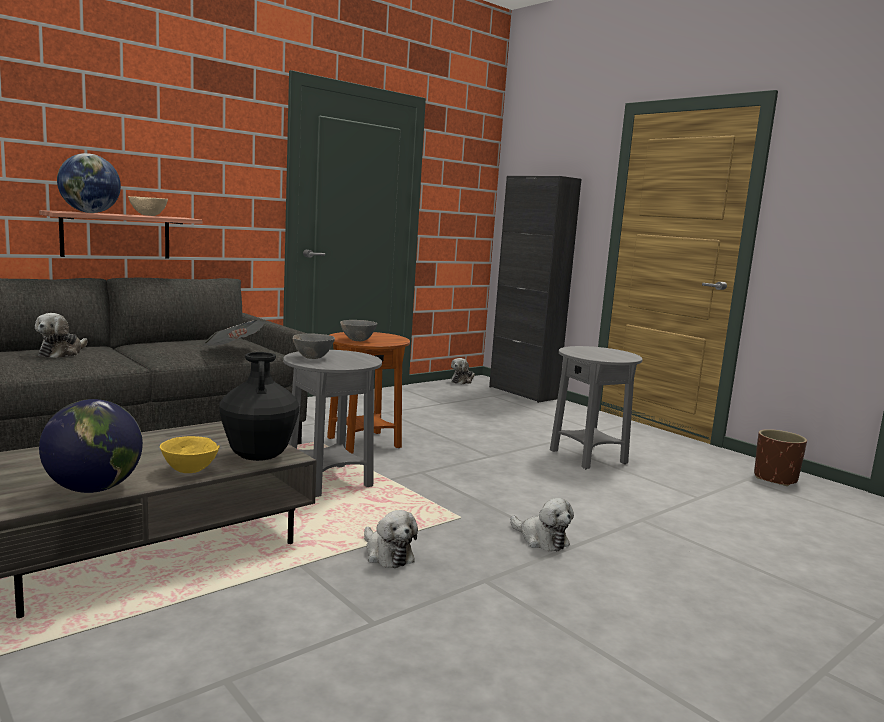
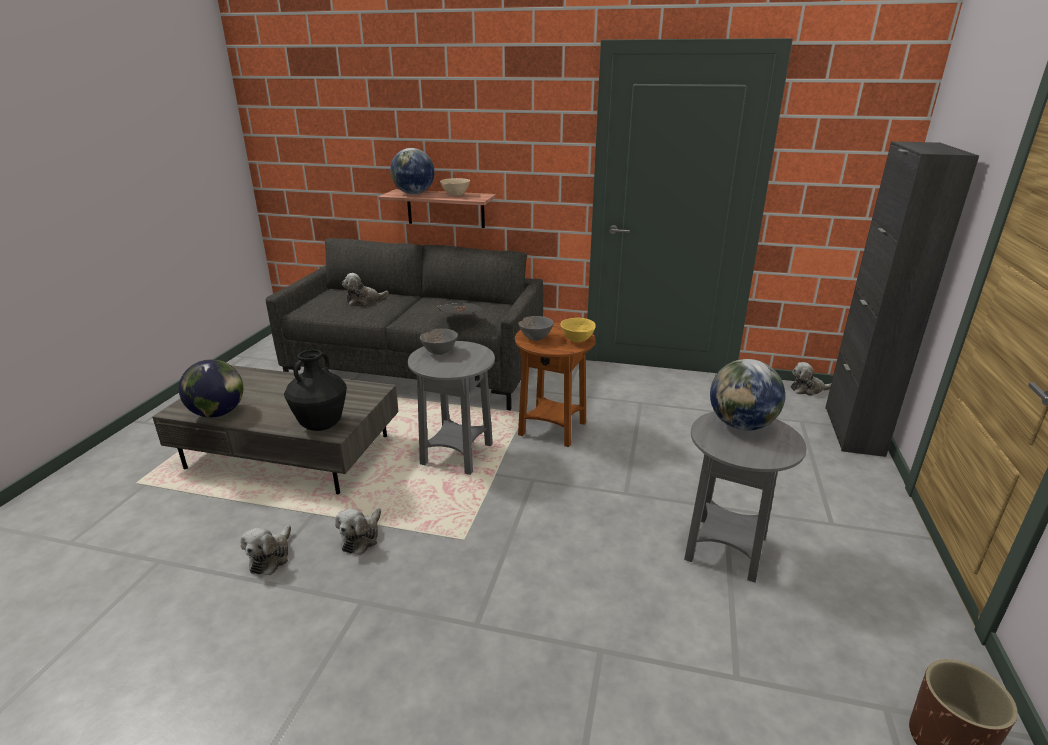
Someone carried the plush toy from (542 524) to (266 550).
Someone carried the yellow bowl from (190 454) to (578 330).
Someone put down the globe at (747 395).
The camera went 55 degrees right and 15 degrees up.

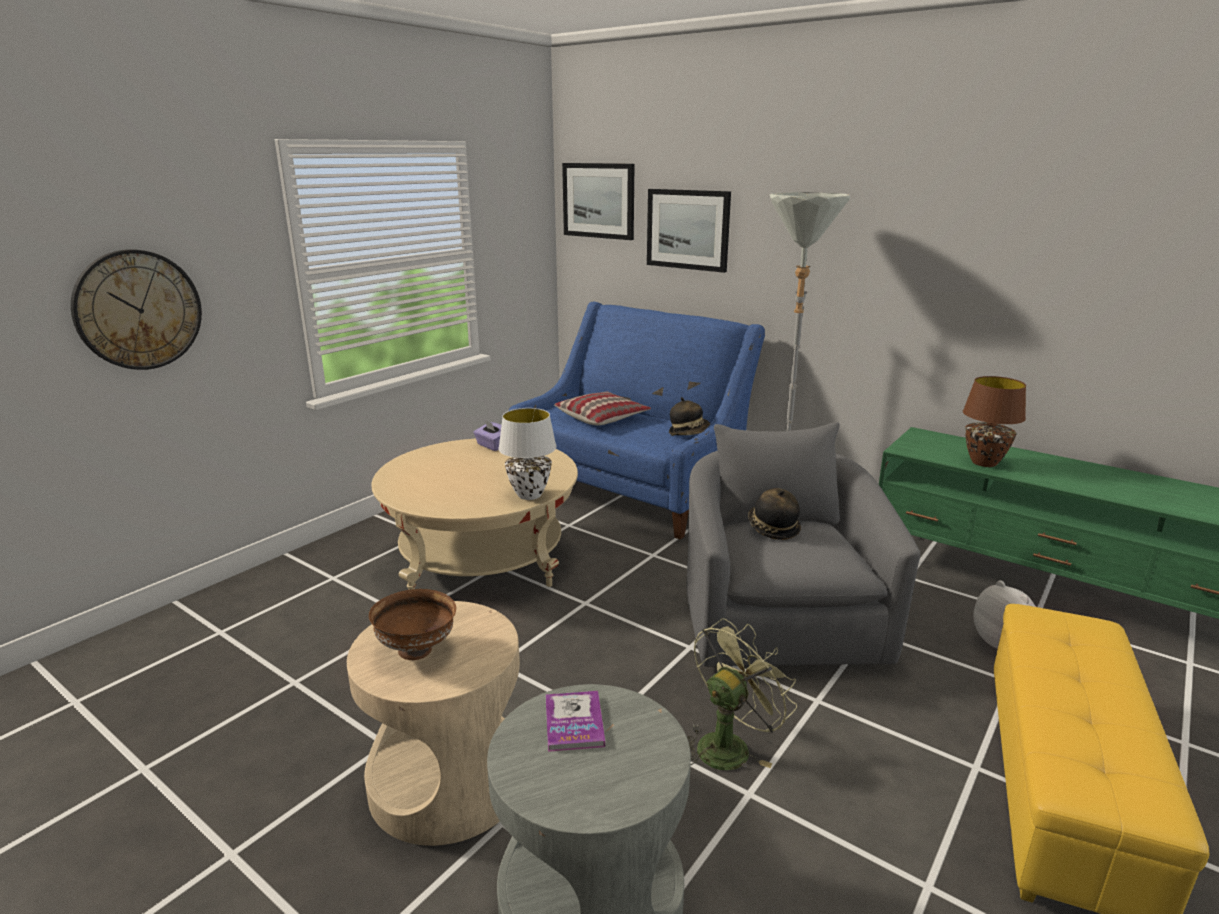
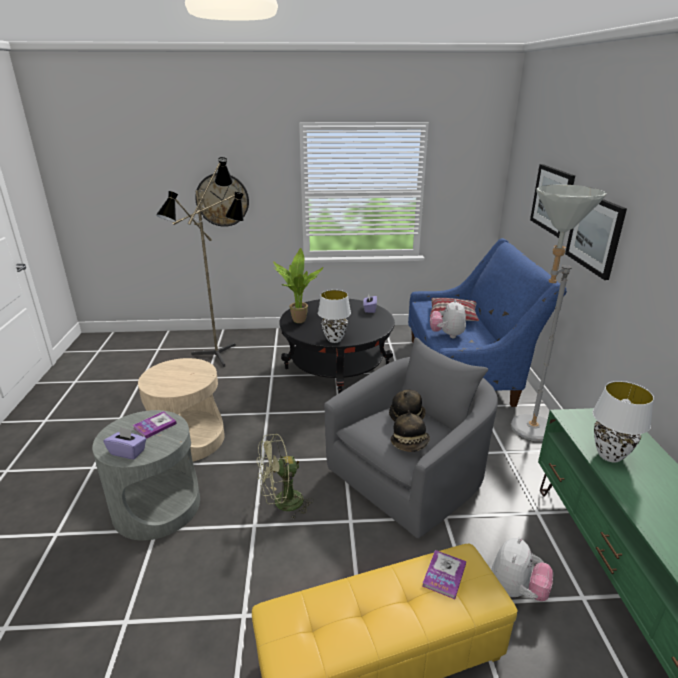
Someone put down the purple tissue box at (125 443).
Someone put down the floor lamp at (200 262).
Someone rotated the green fan at (742 694) by 150 degrees clockwise.
Someone put down the potted plant at (298 285).
Someone repainted the beige coffee table at (474 514), which became the black coffee table at (337 346).
Someone carried the hat from (689 416) to (410 431).
Someone put down the book at (444 574).
Someone put down the plush toy at (448 318).
Someone carried the picture from (598 201) to (596 239).
Someone repainted the brown table lamp at (994 421), which became the white table lamp at (623 422).
Someone took away the brown bowl at (412 624).
The camera went 50 degrees right and 5 degrees up.

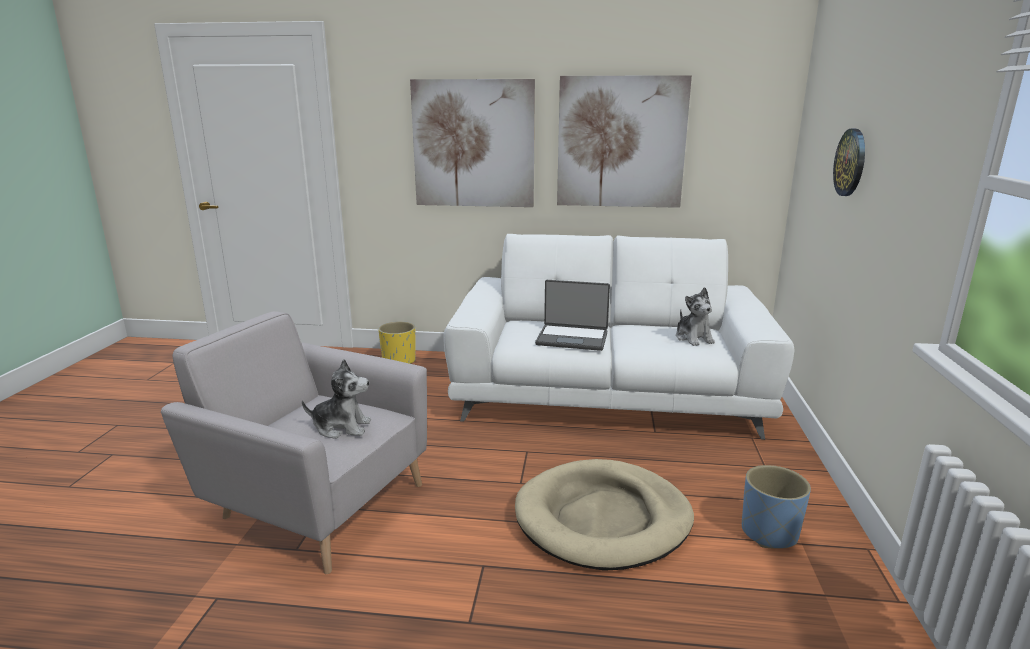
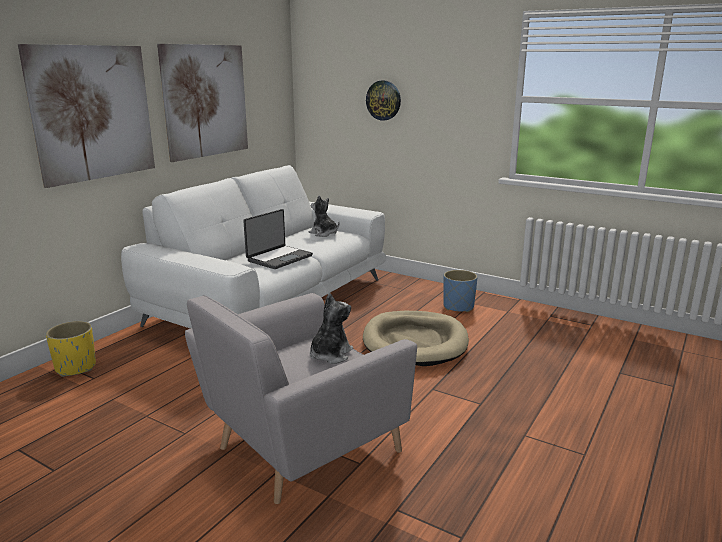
Someone rotated the plush toy at (695 316) by 150 degrees counterclockwise.
The camera went 65 degrees left and 0 degrees up.

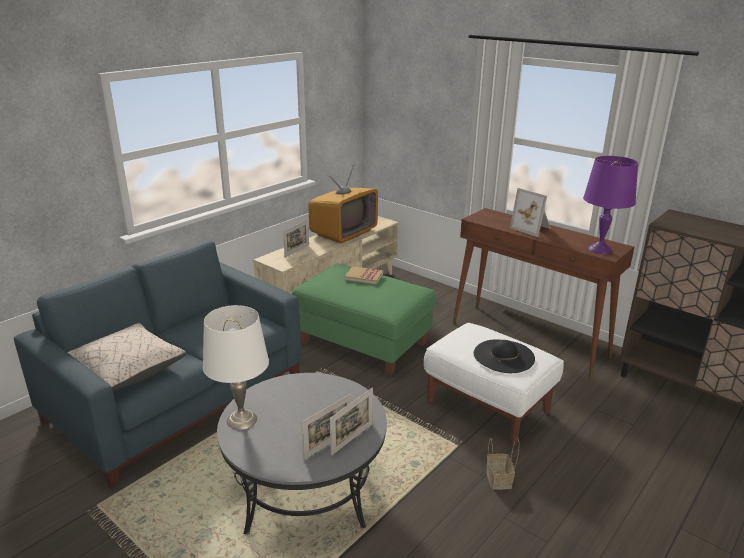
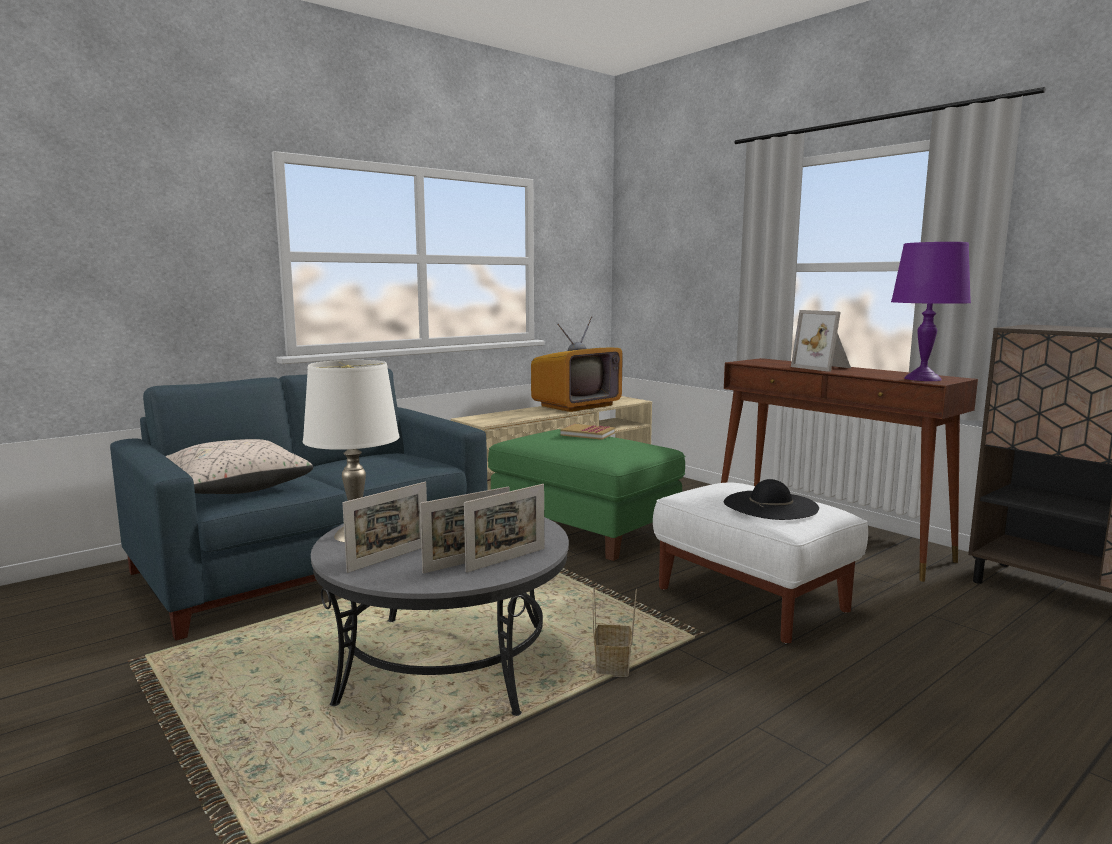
Someone carried the picture frame from (296 239) to (385 527).
Someone carried the basket from (502 463) to (615 632).
The camera went 10 degrees right and 15 degrees down.

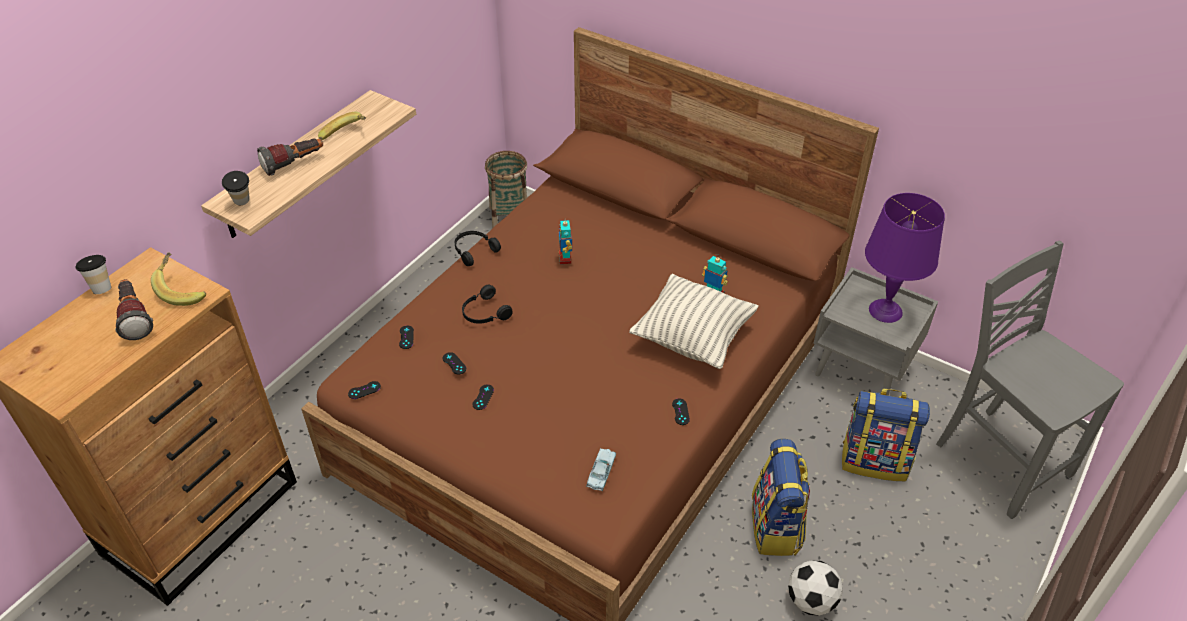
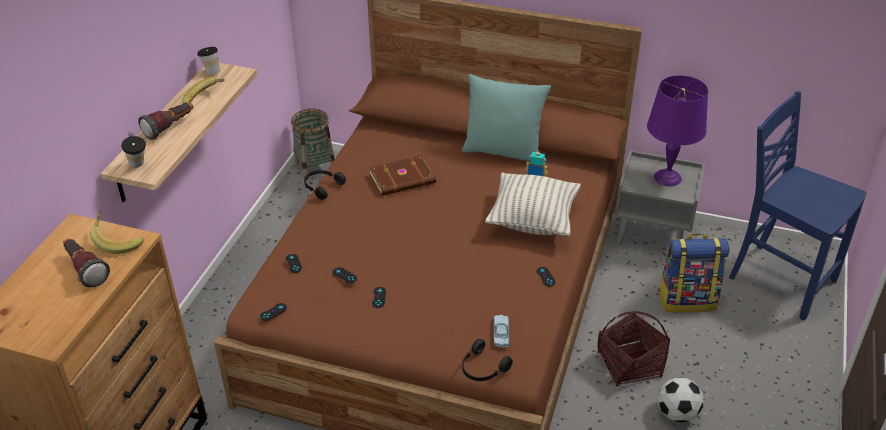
Someone carried the cup from (93 274) to (208 61).
Someone swapped the toy robot at (565 242) for the brown book at (402 175).
Someone put down the turquoise pillow at (506 117).
Someone carried the black headphones from (487 304) to (487 360).
Someone swapped the backpack at (781 497) for the basket at (634 349).
Someone repainted the grey chair at (1030 380), which became the blue chair at (798 206).
The camera went 15 degrees left and 5 degrees down.

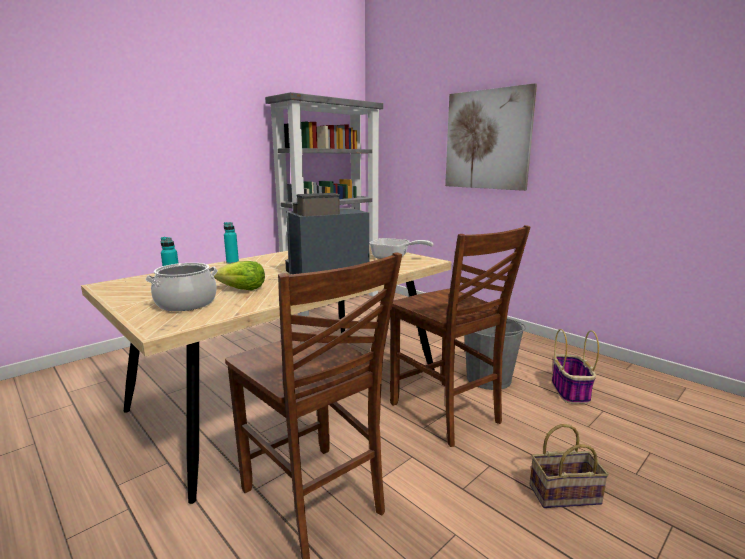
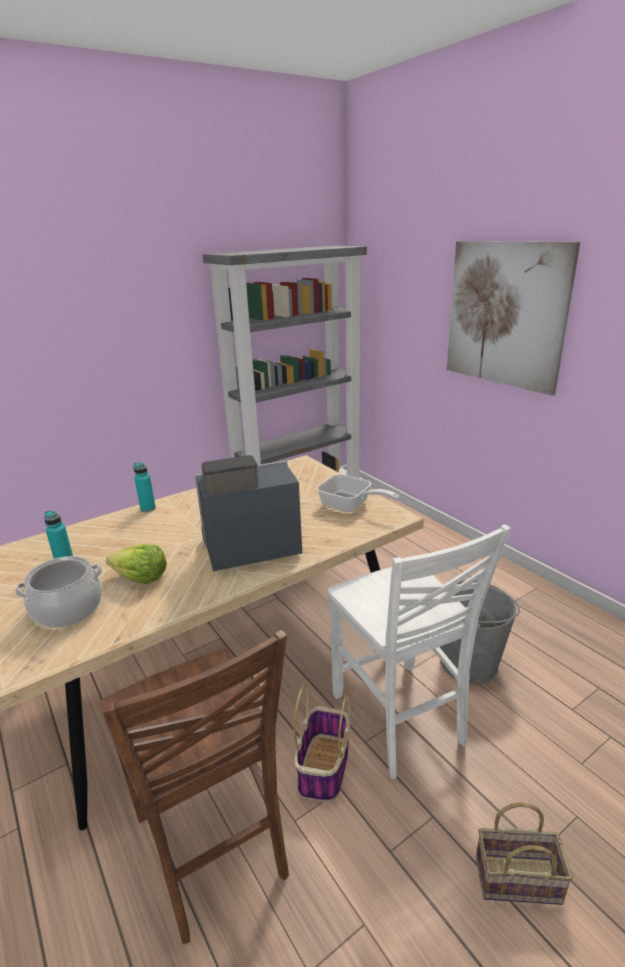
Someone carried the basket from (575 366) to (321 743).
Someone repainted the brown chair at (460 336), which became the white chair at (419 652).
The camera went 10 degrees right and 10 degrees up.

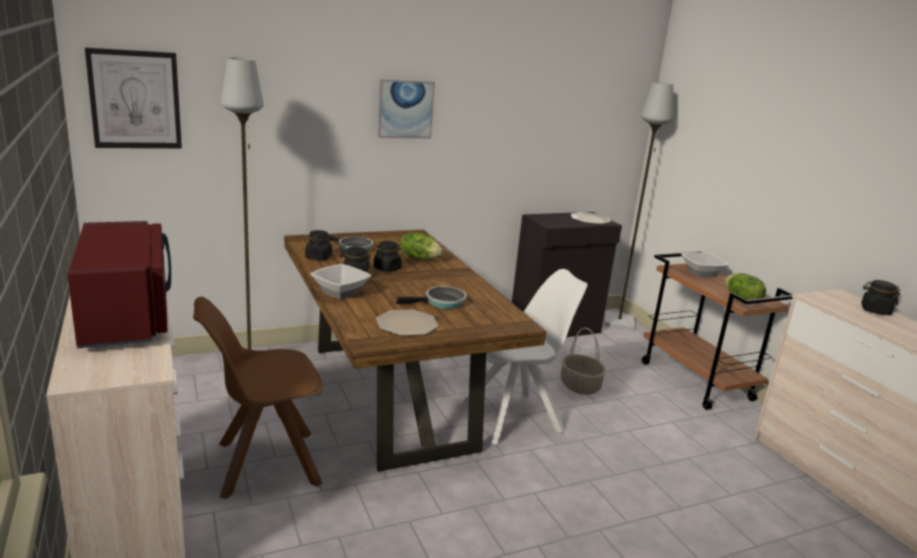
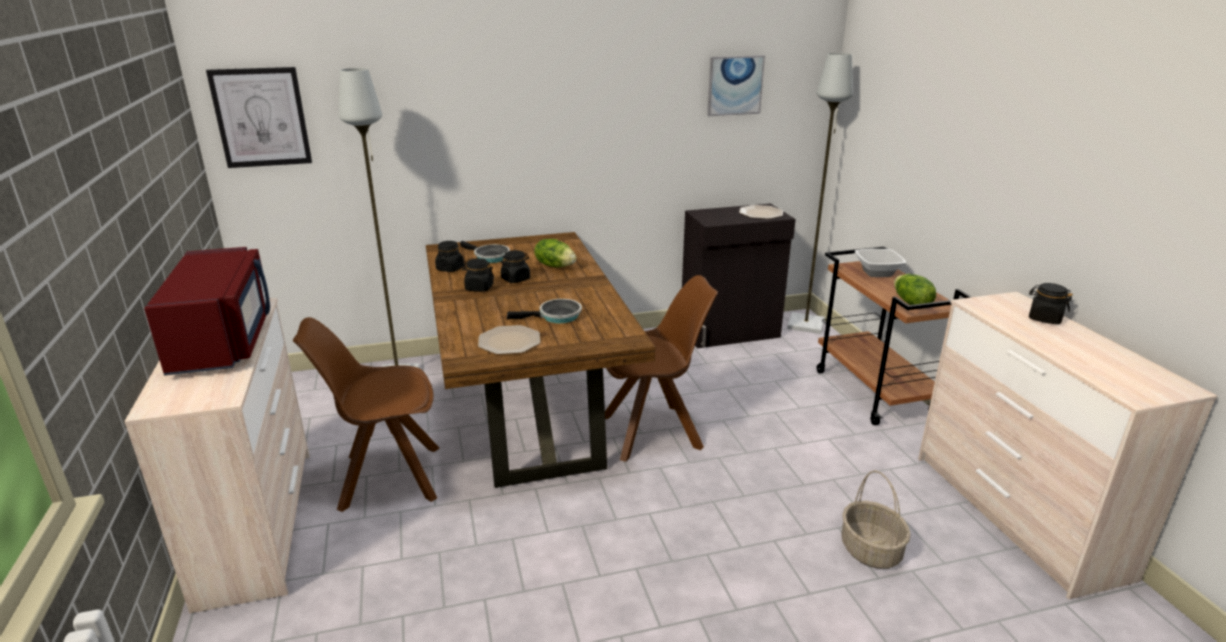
Someone repainted the white chair at (524 357), which became the brown chair at (661 368).
Someone carried the picture from (406 108) to (736 85).
Someone carried the basket from (583 361) to (876 519).
Someone took away the bowl at (341 281).
The camera went 10 degrees right and 5 degrees up.

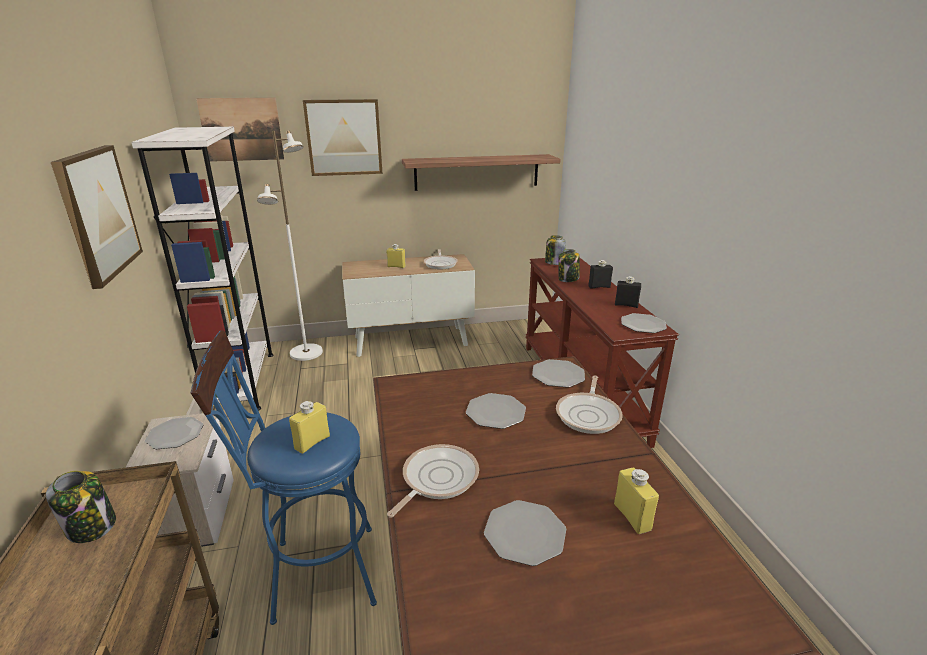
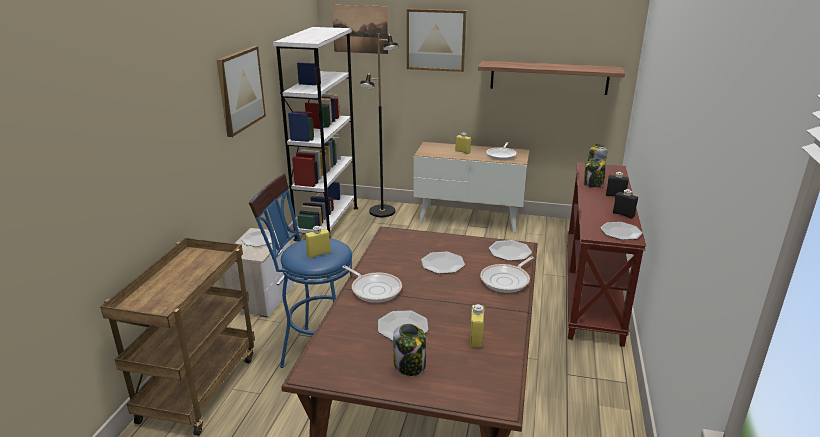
Someone rotated the frying pan at (433 480) by 75 degrees clockwise.
Someone repainted the white floor lamp at (290 245), which became the black floor lamp at (379 125).
Someone carried the jar from (81 507) to (409 350).
The camera went 25 degrees right and 0 degrees up.

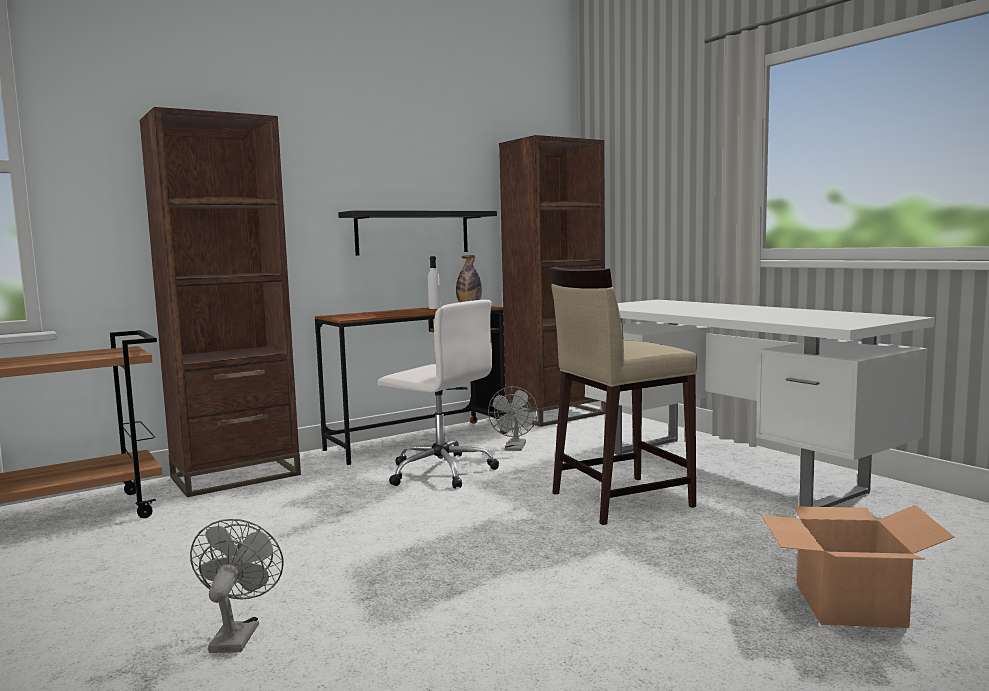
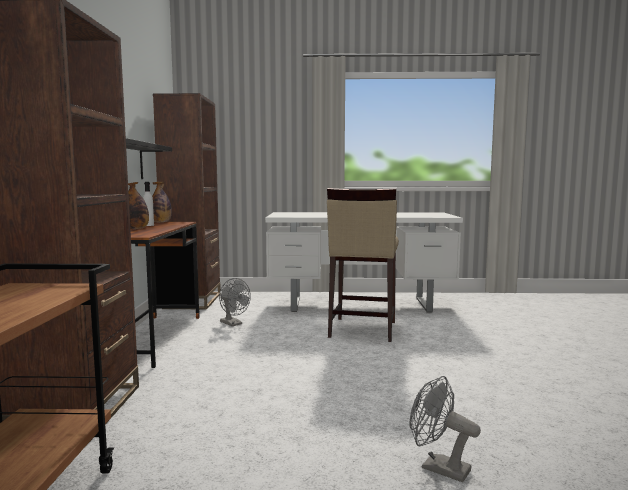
Someone put down the bottle at (138 205).
Someone took away the white office chair at (438 394).
Someone took away the cardboard box at (858 566).
The camera went 55 degrees left and 0 degrees up.

